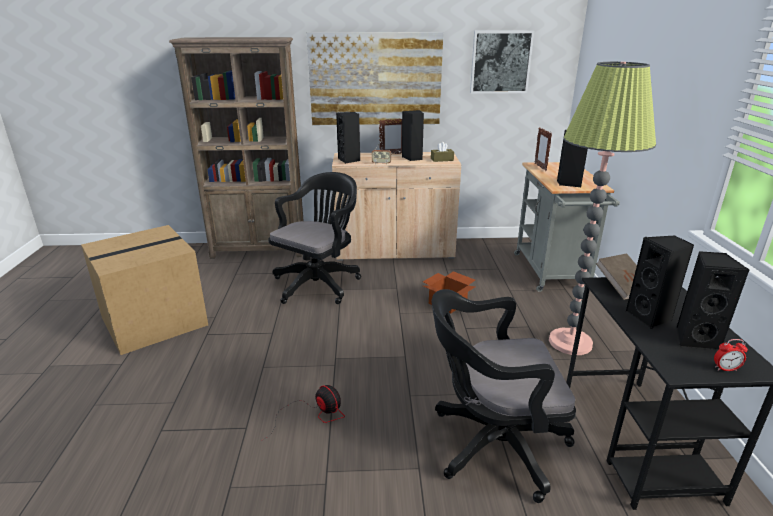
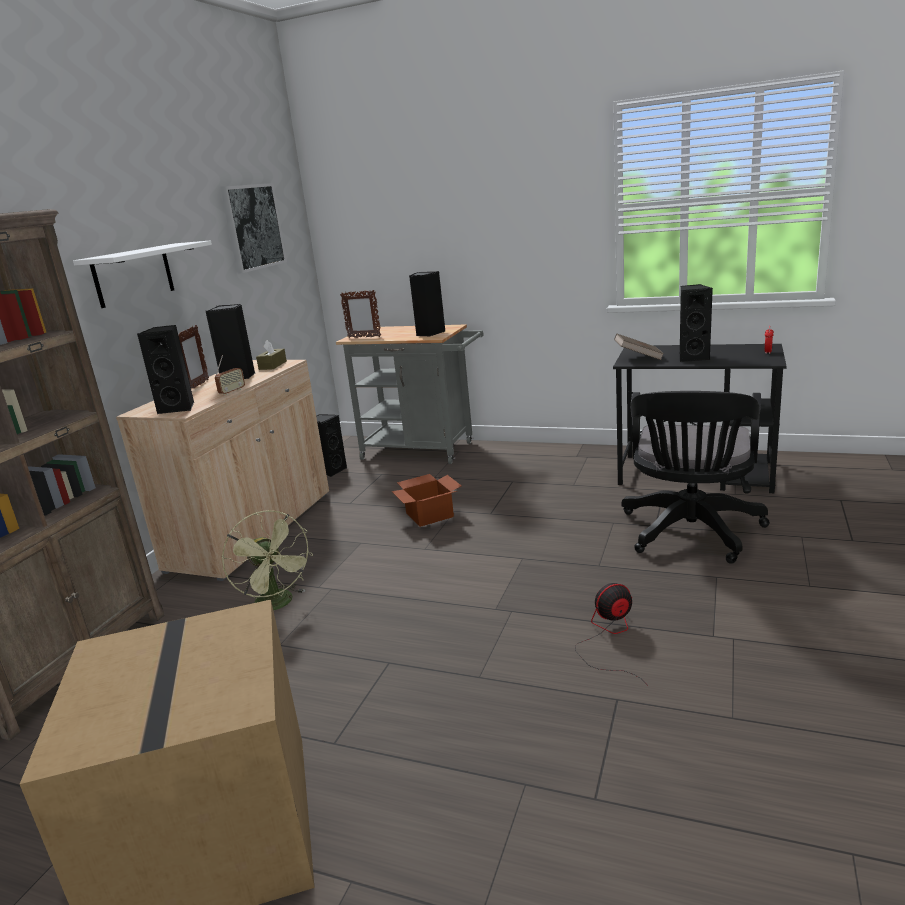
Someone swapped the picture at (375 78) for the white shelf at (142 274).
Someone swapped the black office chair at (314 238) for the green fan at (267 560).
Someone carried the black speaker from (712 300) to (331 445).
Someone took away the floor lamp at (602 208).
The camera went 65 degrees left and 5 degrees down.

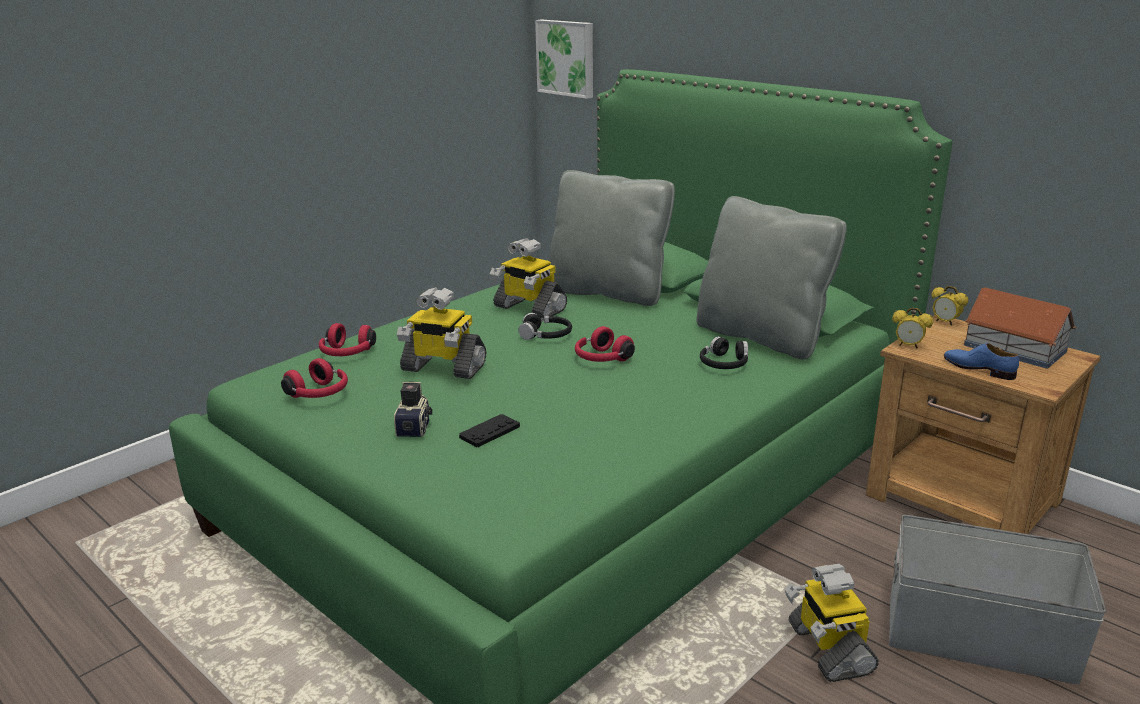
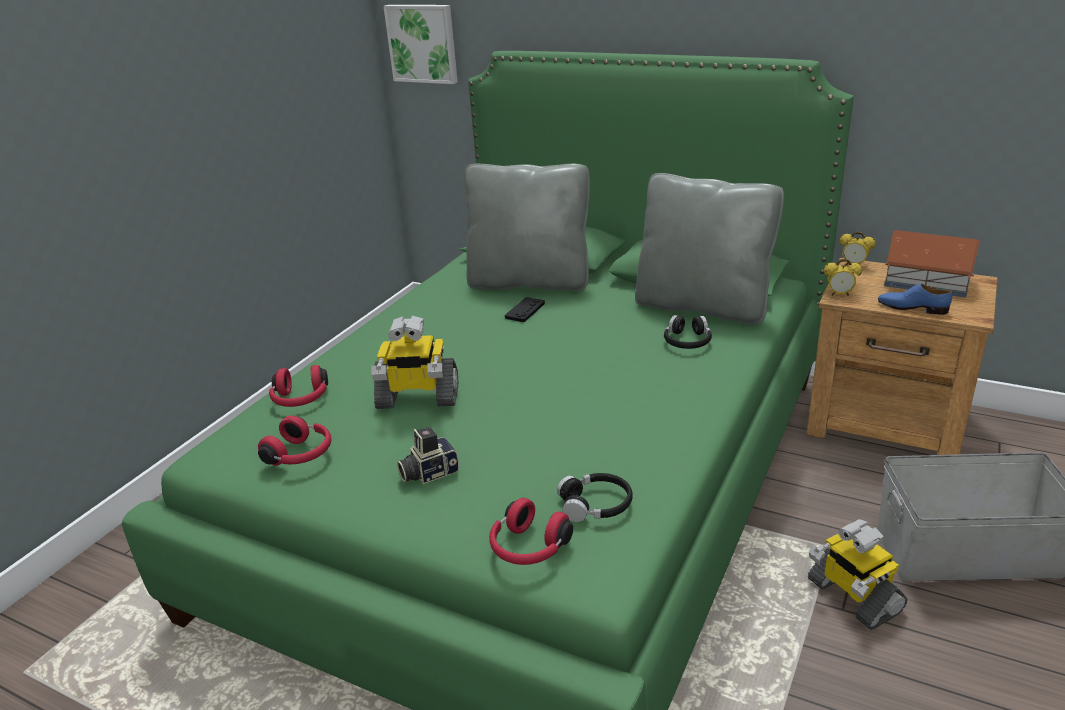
Someone rotated the photo camera at (413 409) by 105 degrees counterclockwise.
Someone carried the red headphones from (605 344) to (531 531).
Someone carried the black game controller from (489 430) to (525 309).
Someone carried the black headphones from (545 326) to (595 497).
Someone took away the toy robot at (528 278).
The camera went 15 degrees left and 5 degrees up.

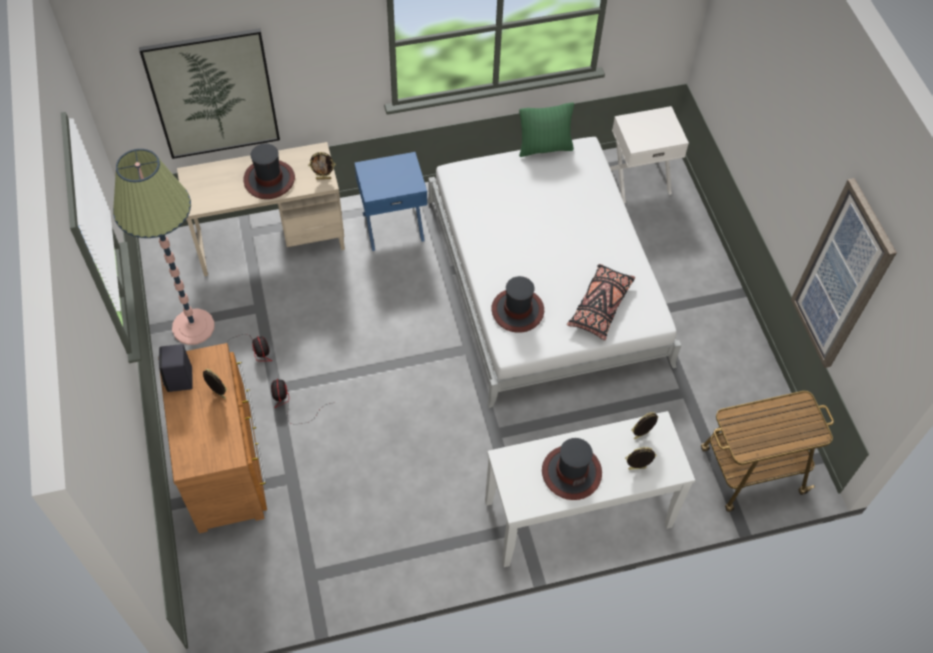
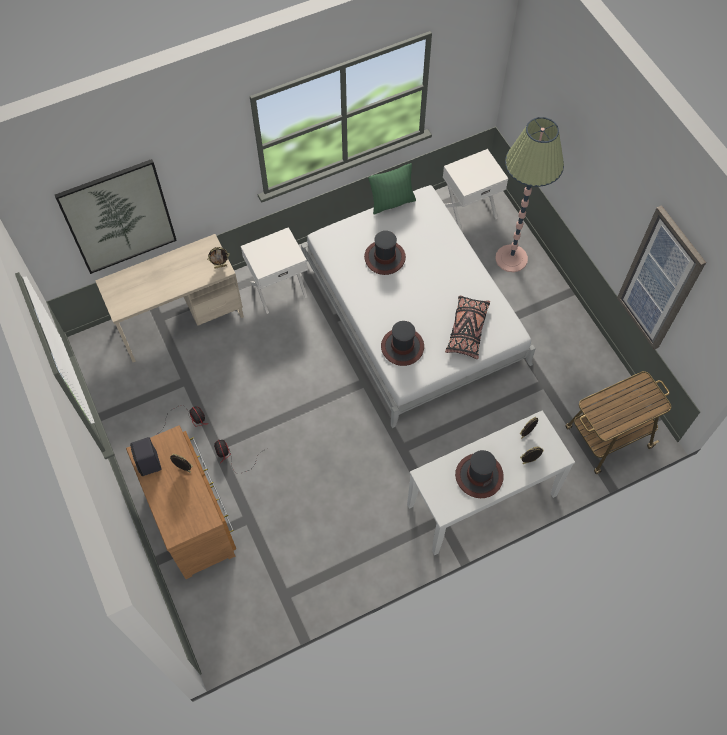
Someone repainted the blue nightstand at (390 201), which became the white nightstand at (274 270).
Someone carried the hat from (269 171) to (385 253).
Someone carried the floor lamp from (164 247) to (529 194).
The camera went 10 degrees left and 5 degrees up.

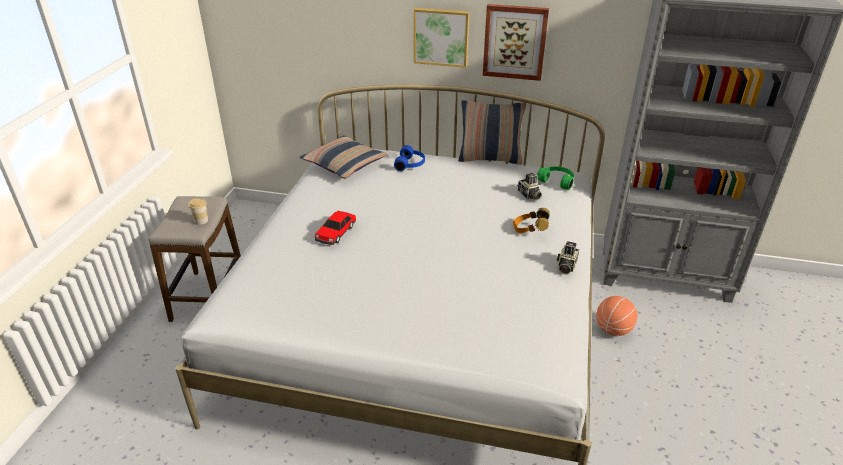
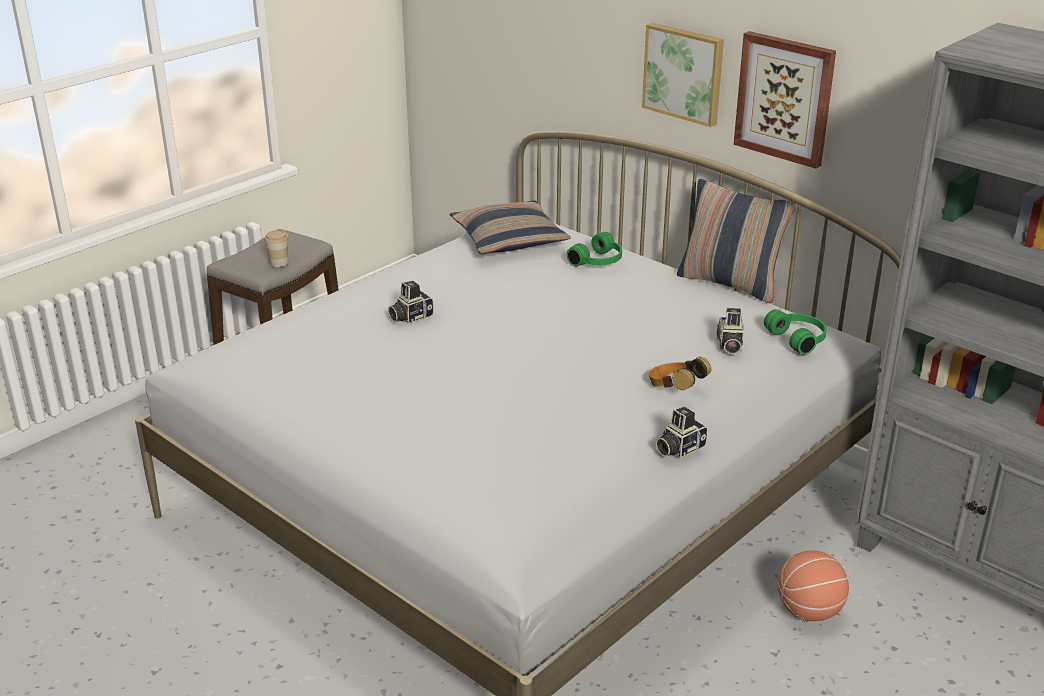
Someone swapped the toy car at (335 228) for the photo camera at (411 302).
Someone repainted the blue headphones at (409 158), which became the green headphones at (594 249).
The camera went 30 degrees right and 5 degrees down.

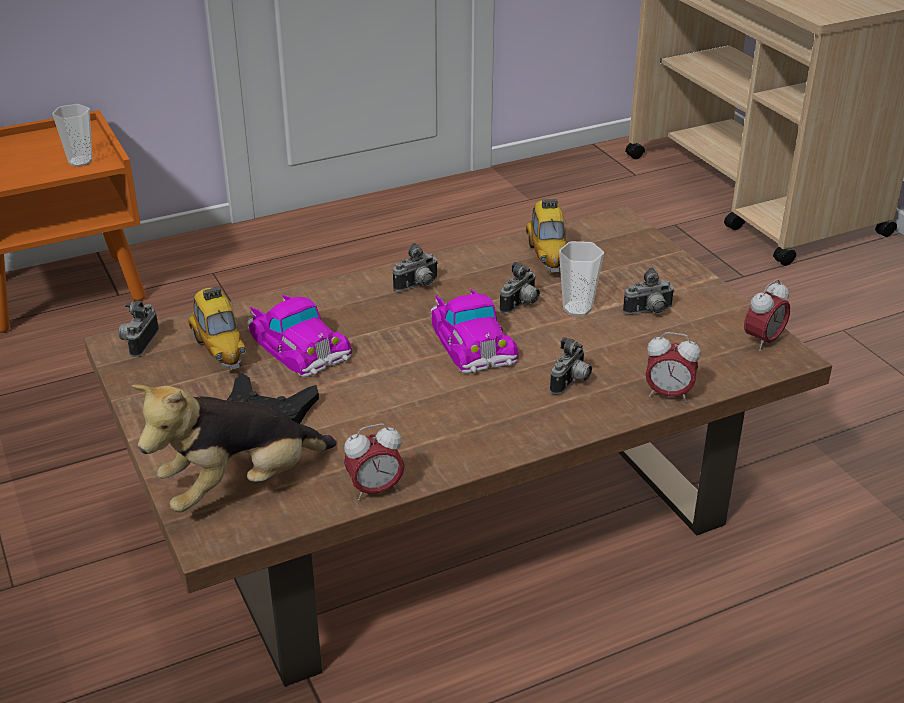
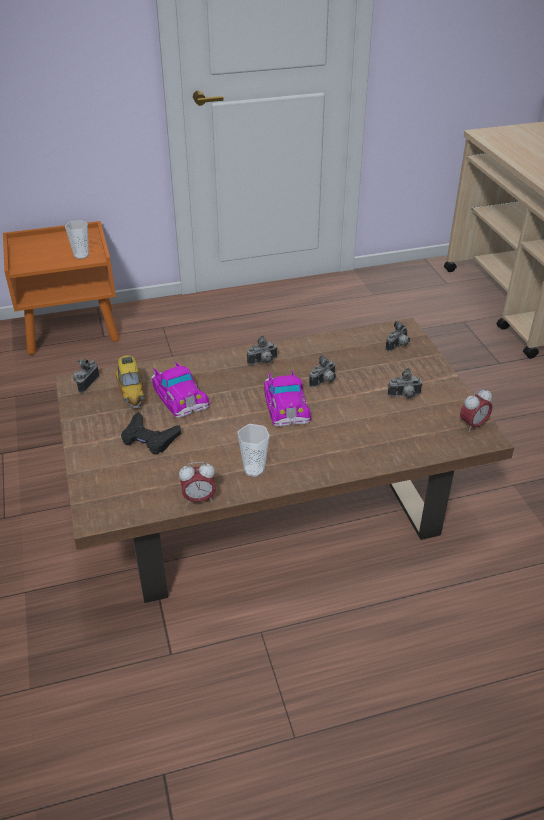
Someone carried the cup from (581 278) to (253 450).
Someone carried the photo camera from (571 365) to (397 336).
Someone took away the plush toy at (234 448).
Someone took away the toy car at (546 235).
Someone took away the alarm clock at (673 367).
The camera went 10 degrees right and 5 degrees up.

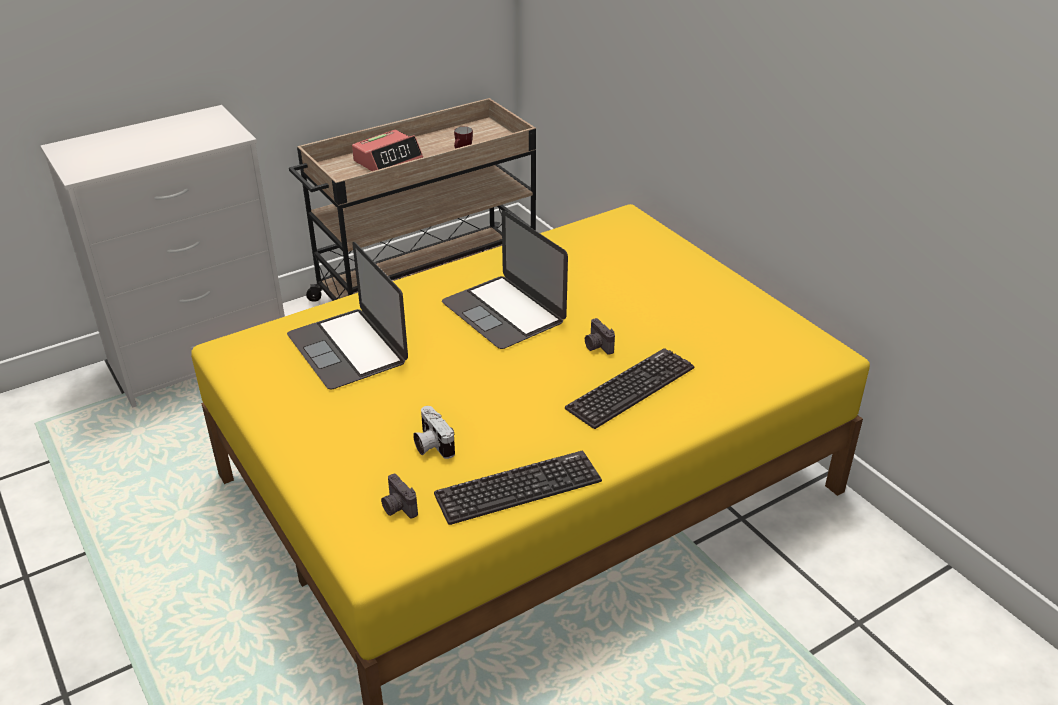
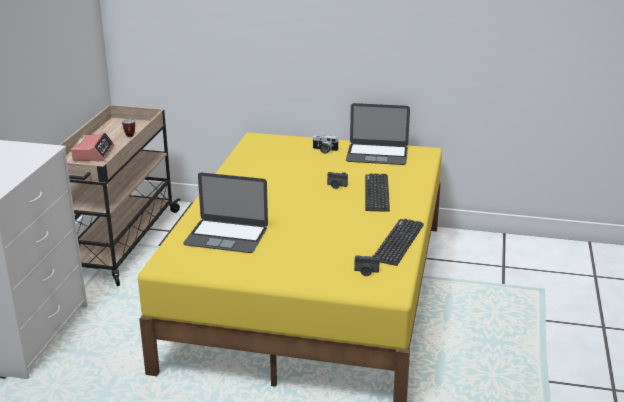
Someone carried the photo camera from (434 432) to (325 144).
Someone carried the laptop from (505 279) to (378 134).
The camera went 45 degrees left and 10 degrees down.

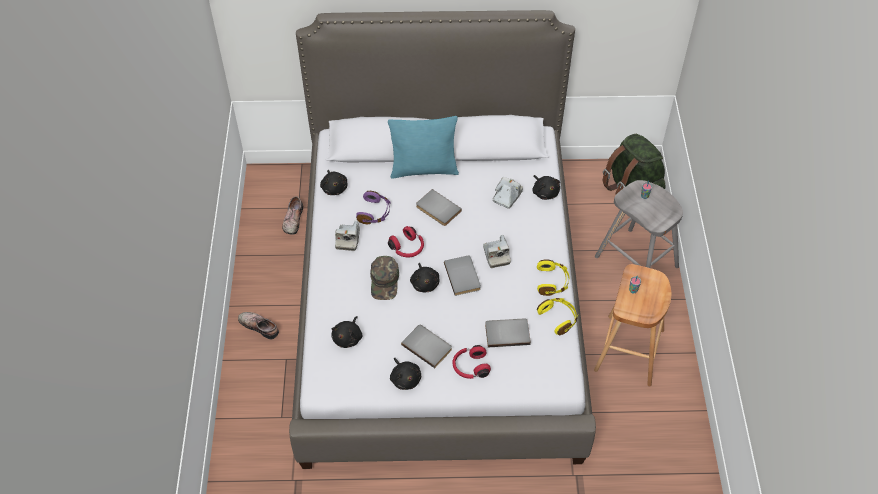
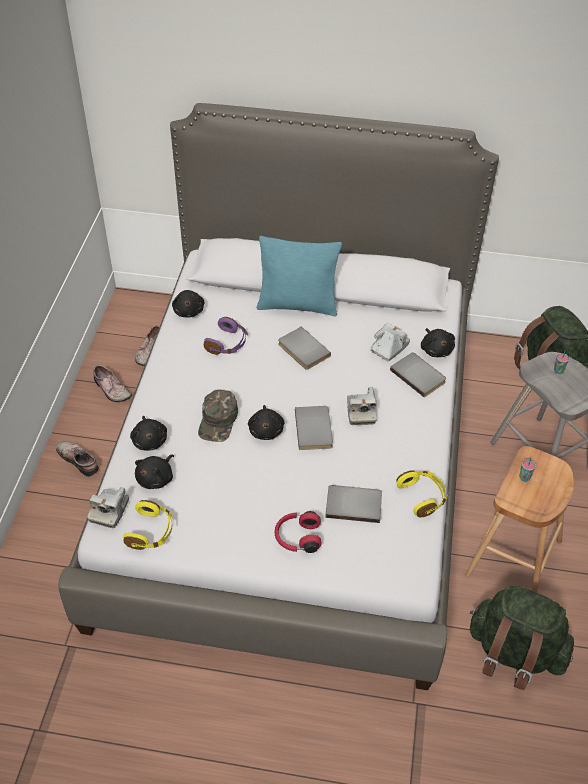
Someone carried the photo camera from (347 236) to (108 507).
Someone put down the shoe at (112 383).
Someone carried the yellow headphones from (553 277) to (148 525).
Someone carried the black plush toy from (405 374) to (148 433).
Someone carried the grey book from (426 346) to (418 375).
Someone put down the green backpack at (522 637).
Someone took away the red headphones at (406 242).
The camera went 10 degrees right and 5 degrees down.

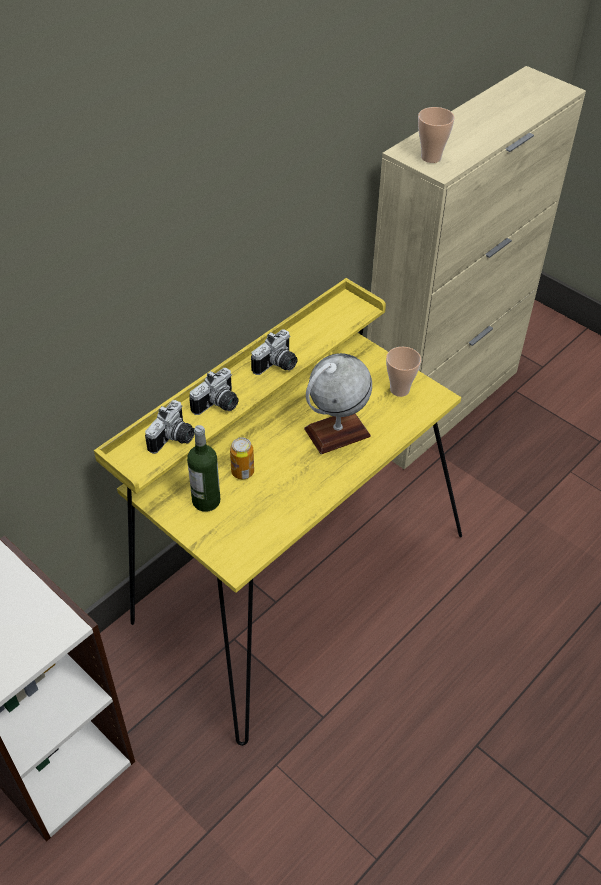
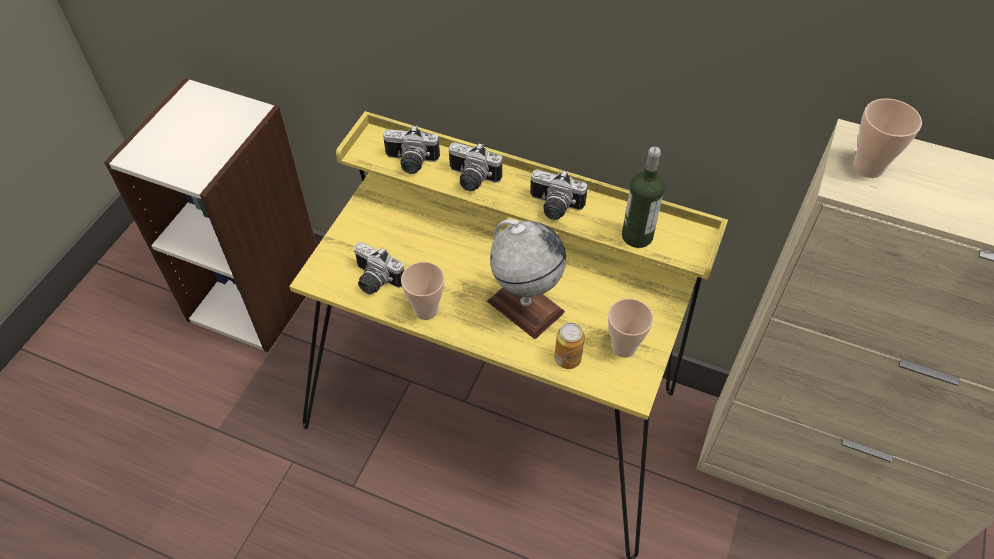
Someone put down the photo camera at (378 268).
Someone put down the cup at (422 291).
Someone carried the can from (242 458) to (570 346).
Someone carried the bottle from (203 468) to (643 197).
The camera went 70 degrees right and 5 degrees up.

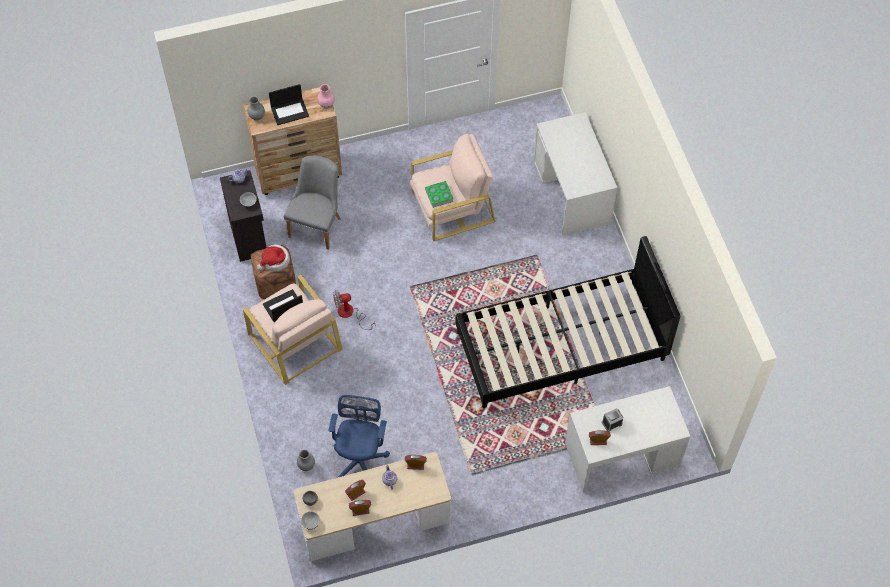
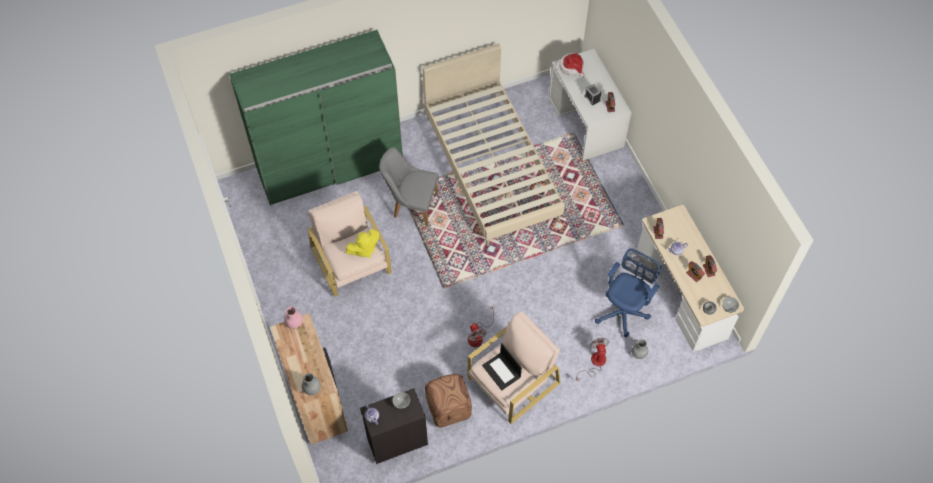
Someone swapped the white desk at (575 173) for the green wardrobe at (316 118).
Someone swapped the book at (439 194) for the yellow plush toy at (362 243).
Someone carried the grey chair from (312 202) to (409 187).
Someone repainted the black bed at (567 322), which became the beige bed at (493 145).
Someone carried the hat from (273 258) to (572 65).
Someone put down the fan at (592 359).
Someone rotated the blue office chair at (359 436) by 120 degrees clockwise.
Someone took away the laptop at (289 104).
The camera went 95 degrees left and 0 degrees up.

